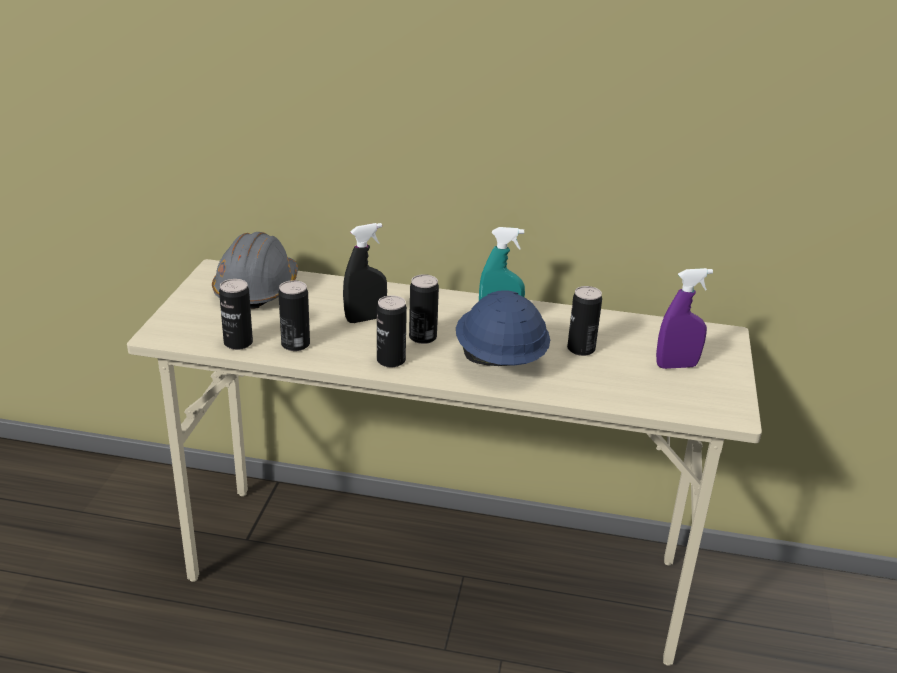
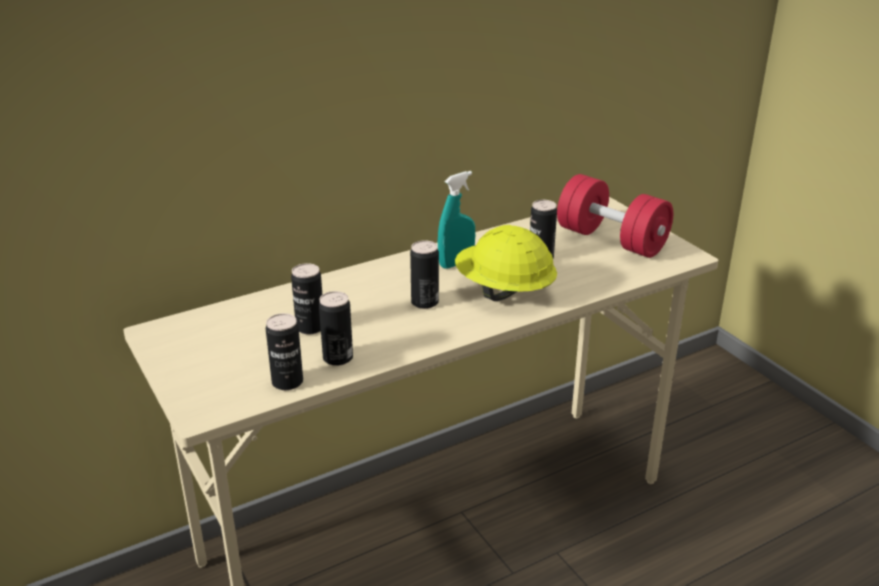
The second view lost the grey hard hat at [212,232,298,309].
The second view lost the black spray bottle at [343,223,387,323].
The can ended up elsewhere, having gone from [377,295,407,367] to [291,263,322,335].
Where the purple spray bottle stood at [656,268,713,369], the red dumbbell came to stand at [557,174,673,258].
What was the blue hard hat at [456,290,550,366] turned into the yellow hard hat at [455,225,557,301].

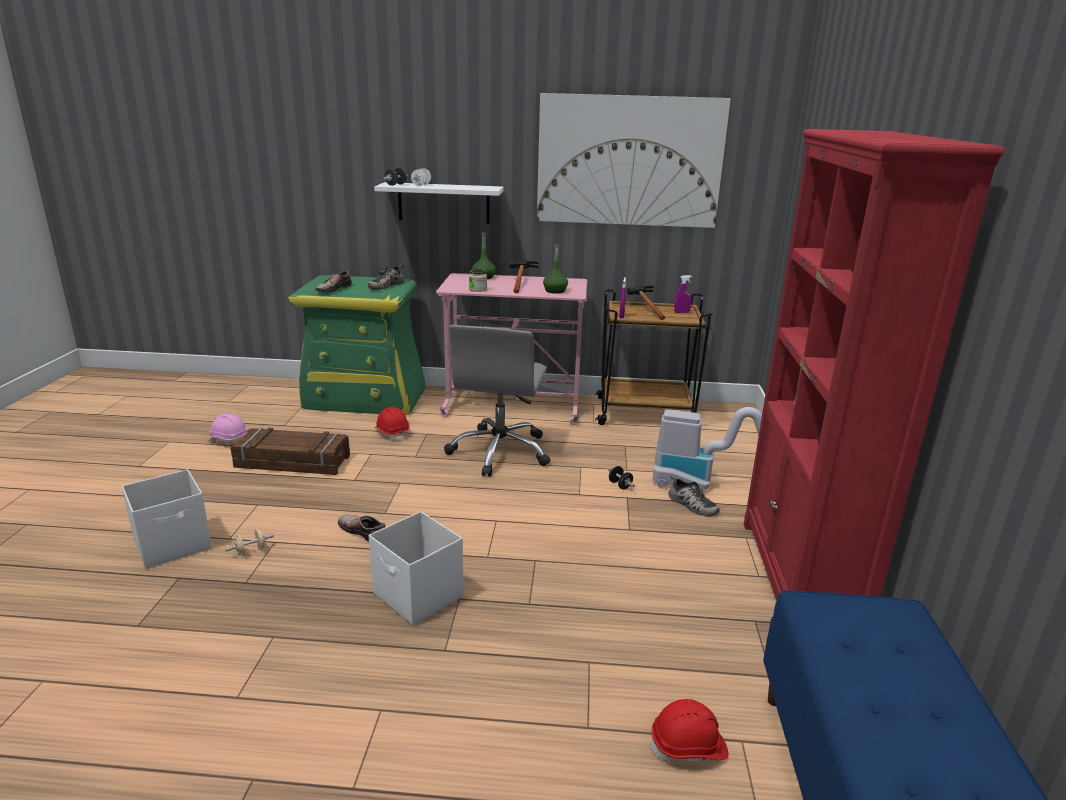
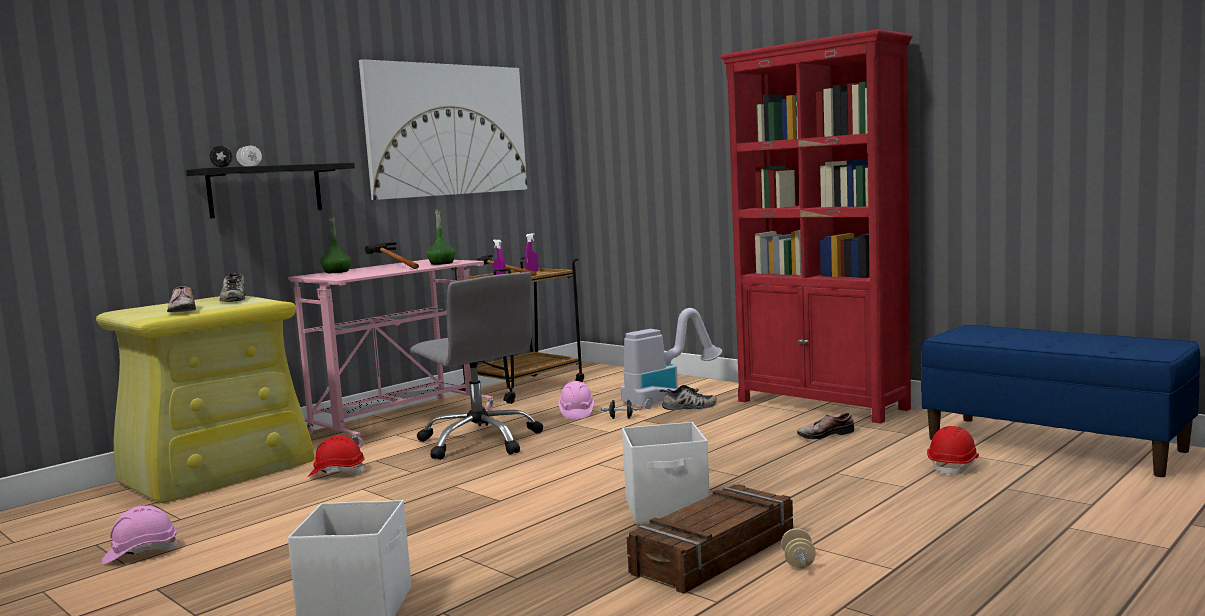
The second view lost the jar at [469,269,487,292].
The second view gained the pink hard hat at [558,381,594,419].
The beige dumbbell ended up elsewhere, having gone from [225,529,274,556] to [781,528,816,568].
The crate ended up elsewhere, having gone from [231,428,350,475] to [627,484,793,594].
The shoe ended up elsewhere, having gone from [338,515,386,542] to [797,412,854,439].
What was the green nightstand at [287,275,426,415] turned into the yellow nightstand at [96,296,315,503].
What was the white shelf at [374,182,504,224] turned into the black shelf at [186,163,355,218].

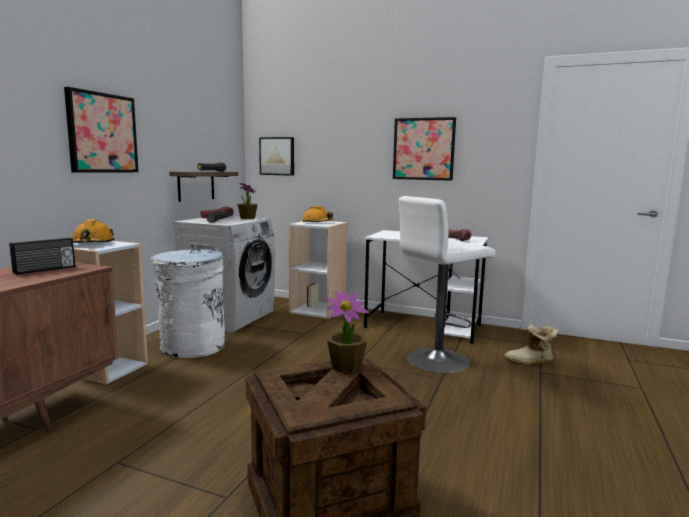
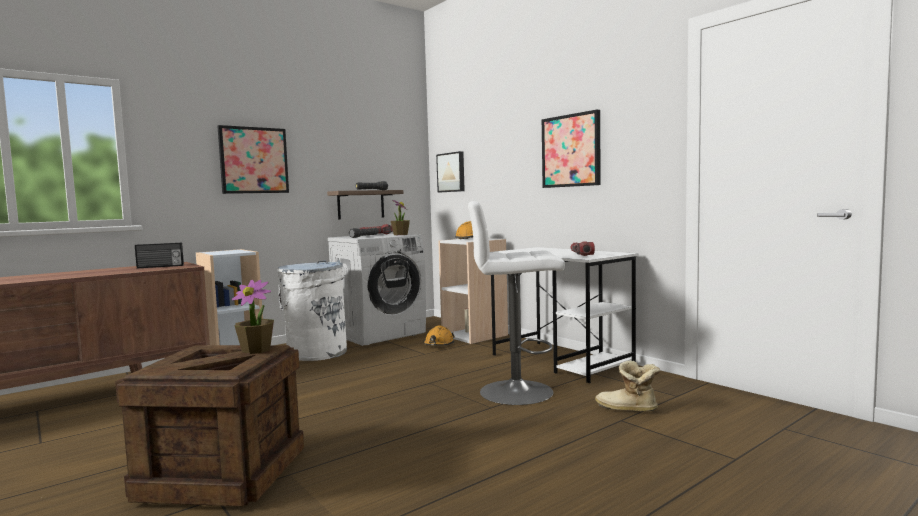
The orange hard hat ended up elsewhere, having gone from [72,219,115,243] to [423,326,455,346].

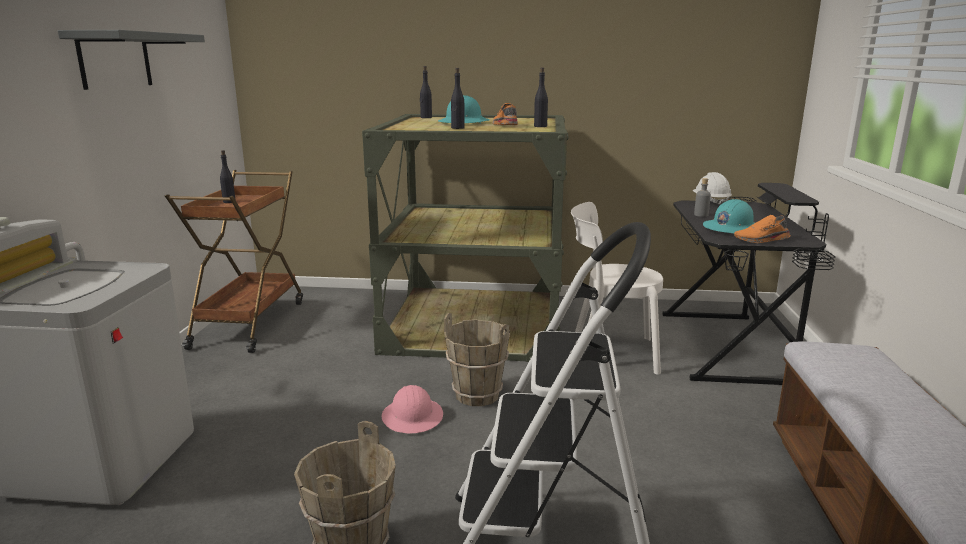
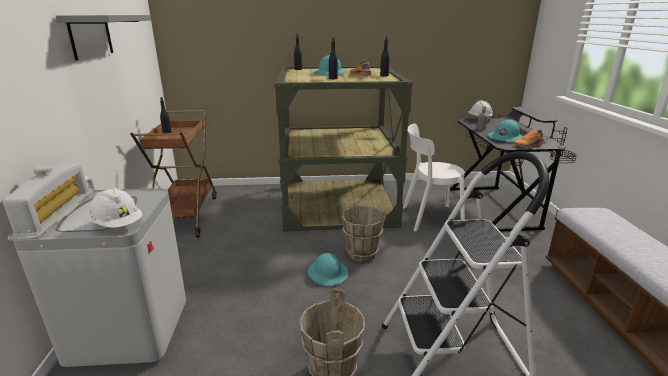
The second view gained the white hard hat at [89,188,142,228].
What was the pink hard hat at [382,385,443,434] turned into the turquoise hard hat at [308,253,348,286].

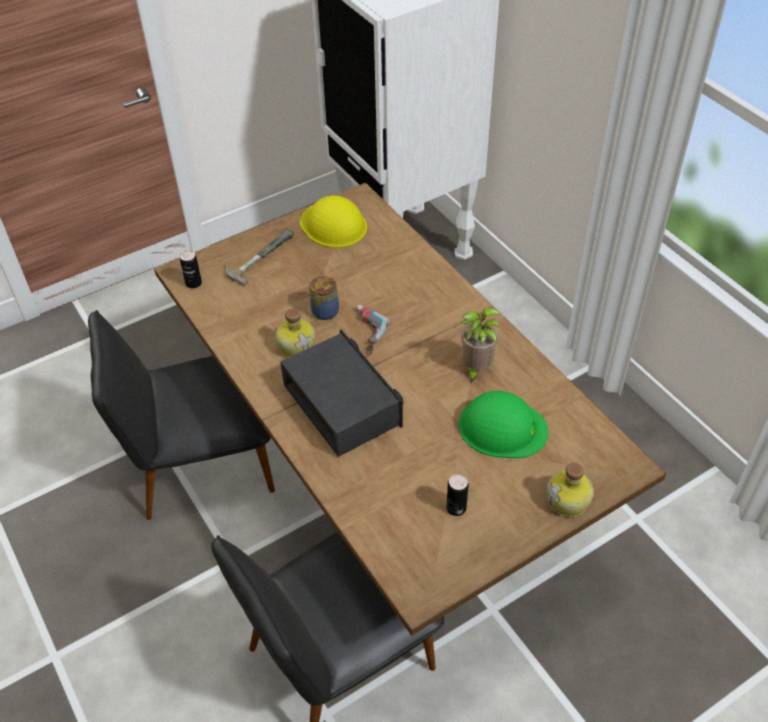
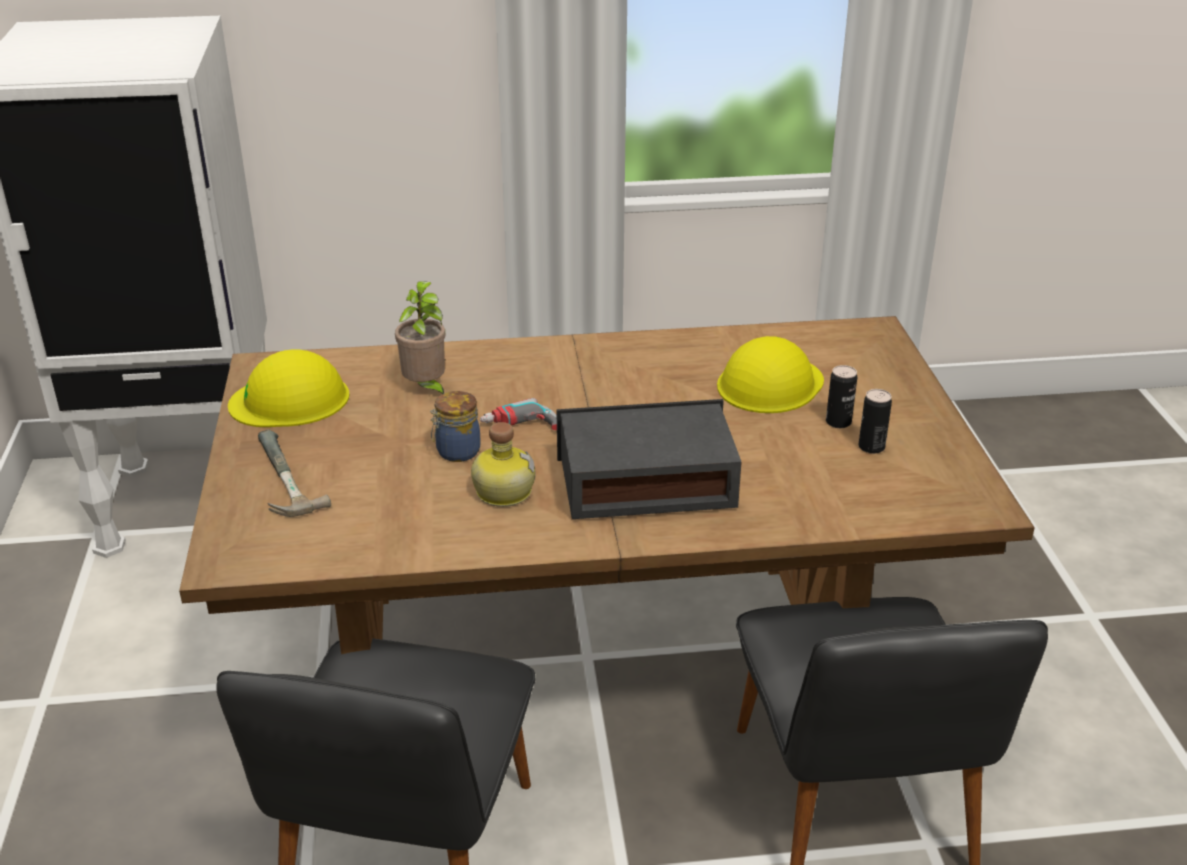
The second view lost the bottle at [547,463,594,517].
The can ended up elsewhere, having gone from [180,250,202,288] to [826,365,857,428].
The potted plant ended up elsewhere, having gone from [461,308,501,383] to [395,281,445,394].
What was the green hard hat at [459,391,548,458] turned into the yellow hard hat at [717,336,824,413].

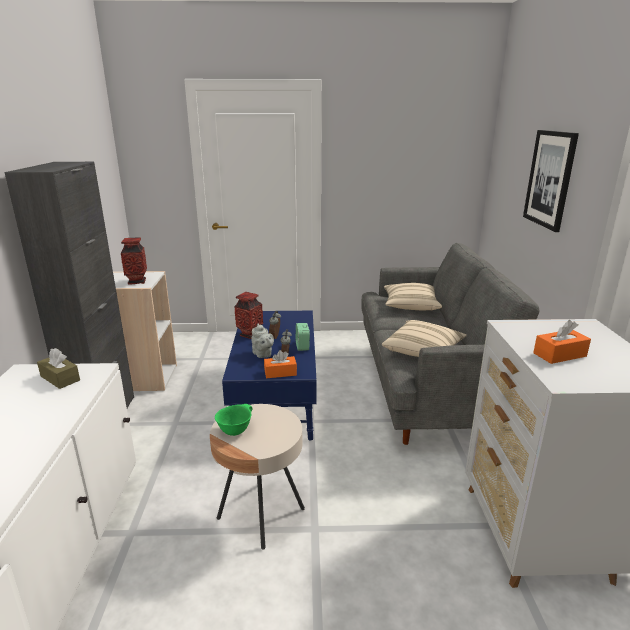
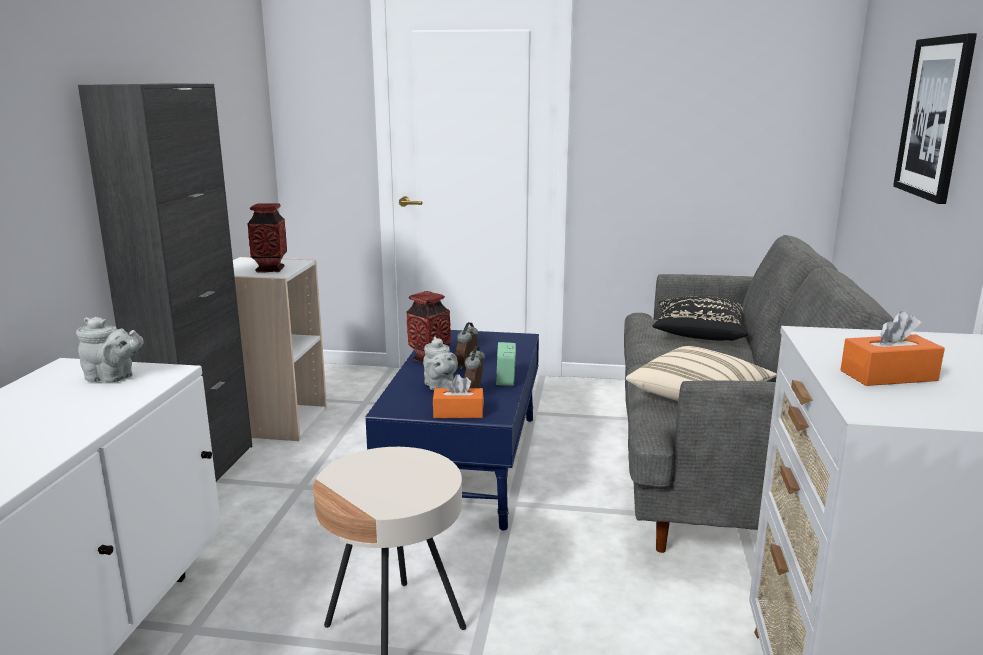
The second view lost the green bowl at [215,404,253,436].
Where the brown tissue box stood at [37,348,80,389], the grey teapot came to stand at [76,317,144,382].
What was the beige pillow at [384,283,442,311] turned into the black pillow at [652,296,748,341].

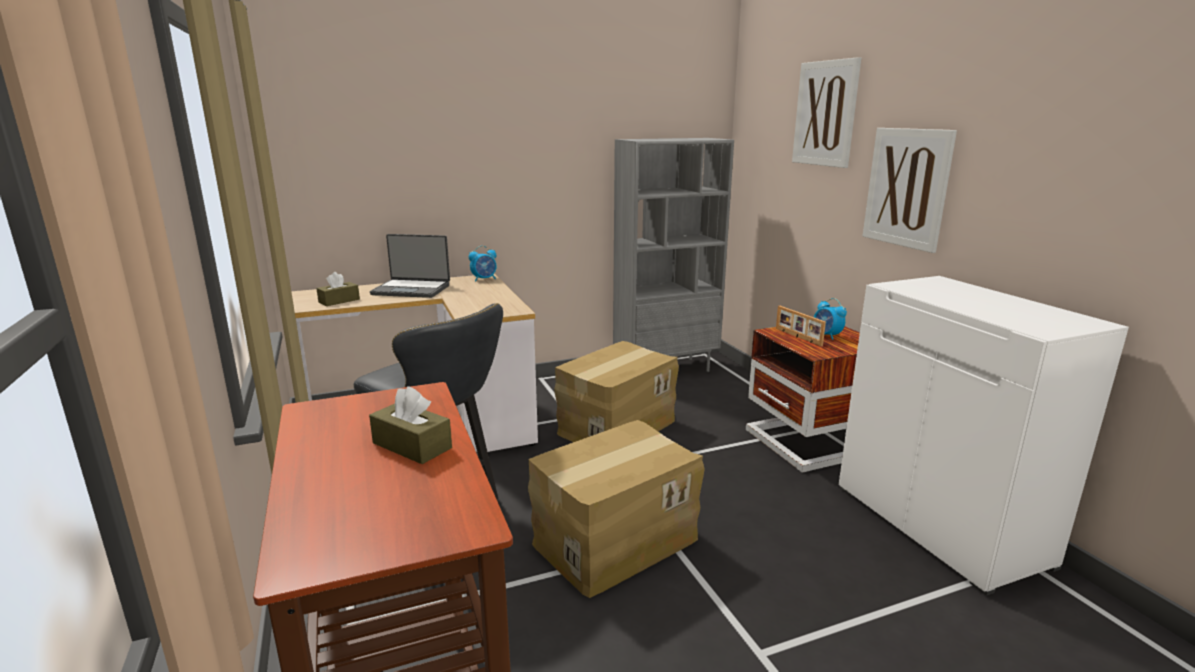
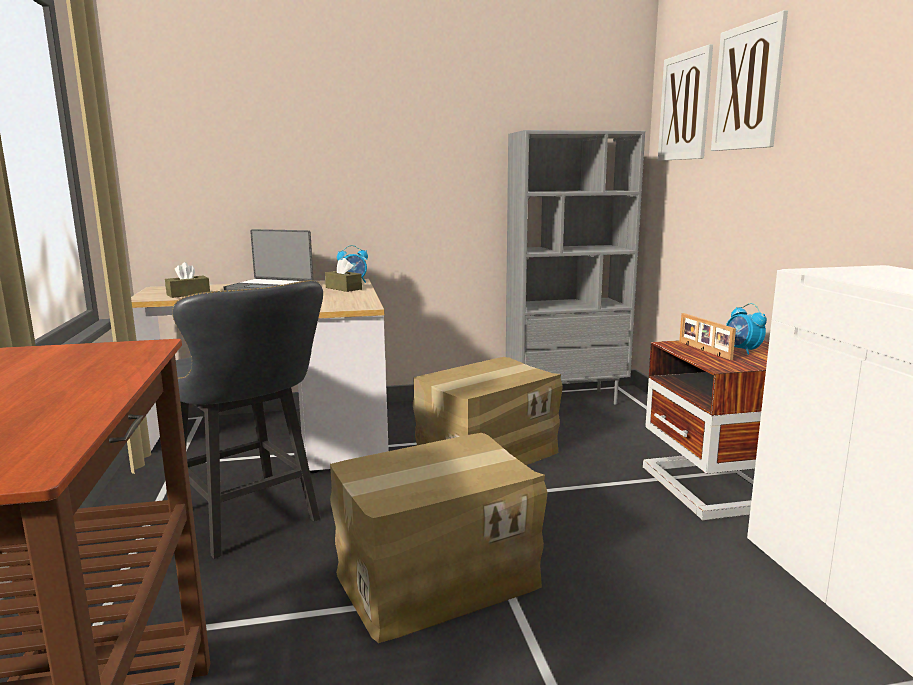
The brown tissue box ended up elsewhere, having gone from [369,386,452,464] to [325,258,362,292].
The picture ended up elsewhere, having gone from [862,128,957,253] to [658,44,713,161].

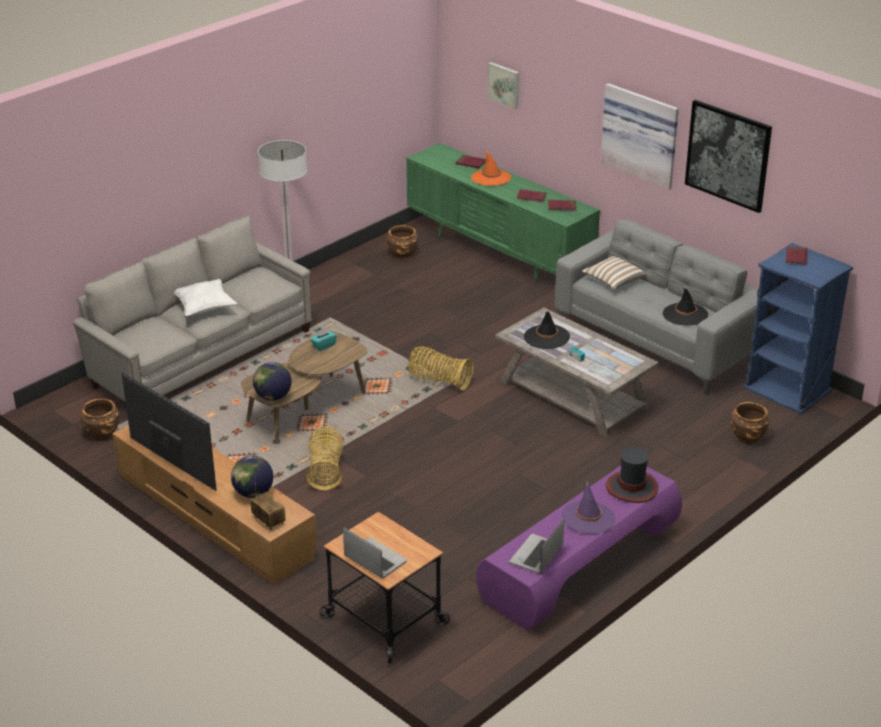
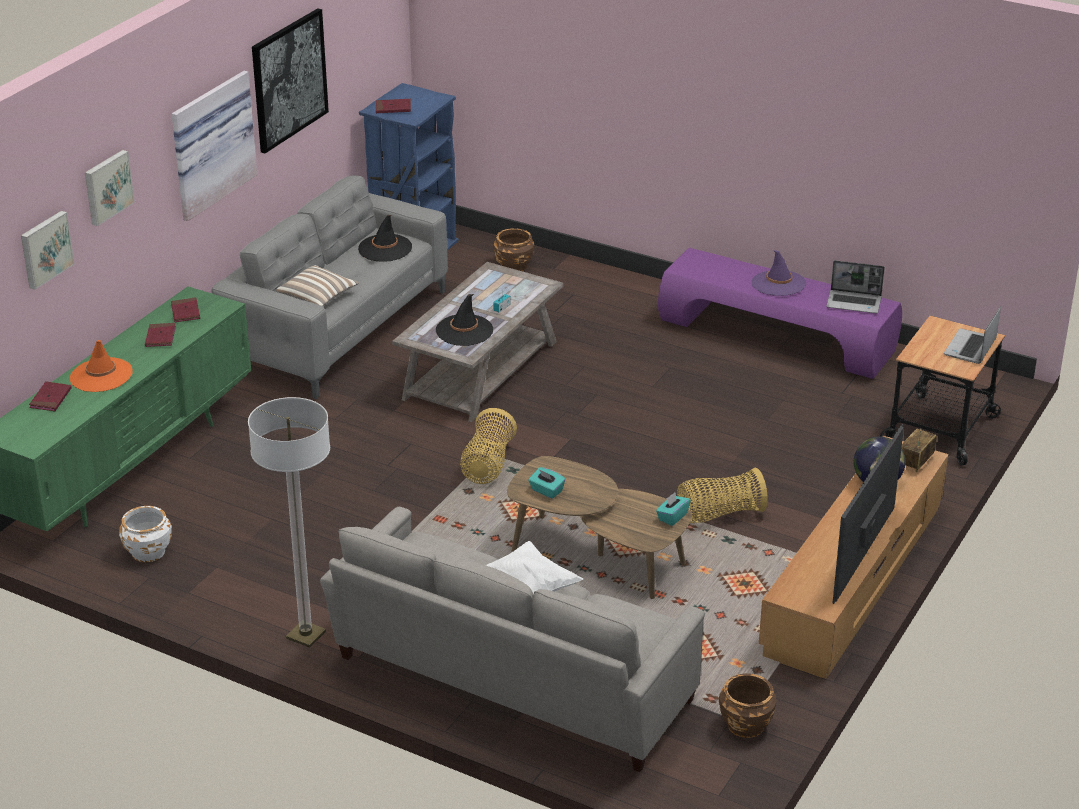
The second view lost the hat at [606,448,658,503].
The second view gained the picture at [85,150,135,226].
Where the globe stood at [253,362,292,401], the turquoise tissue box came to stand at [656,493,691,526].
What was the brown planter at [387,225,418,260] turned into the white planter at [119,506,172,562].

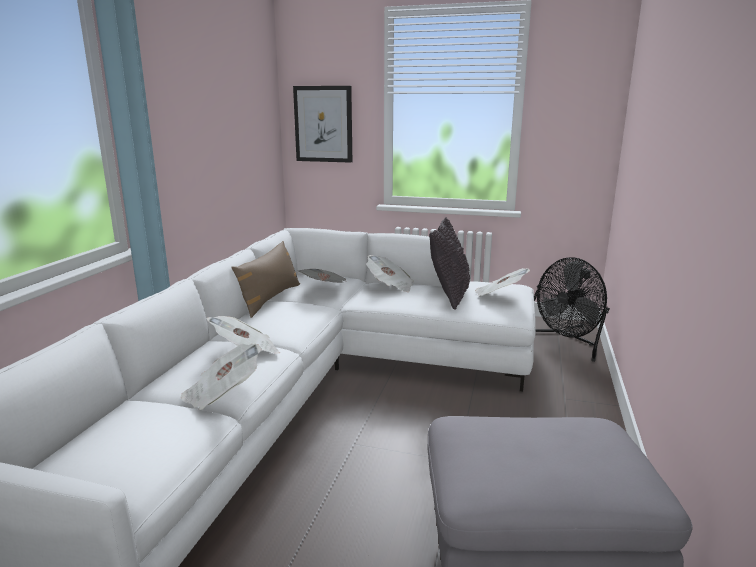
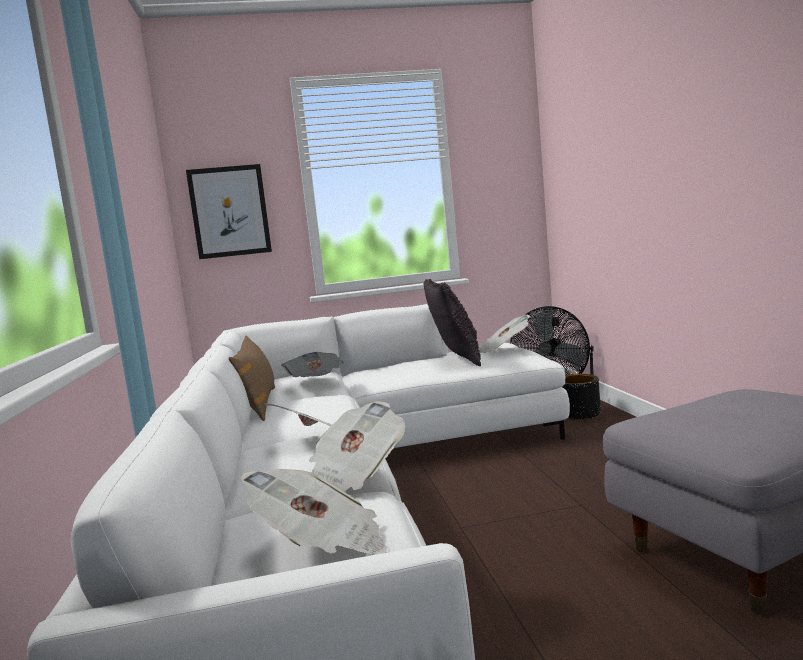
The second view gained the black planter at [562,374,601,420].
The newspaper ended up elsewhere, having gone from [366,255,414,292] to [241,469,388,555].

